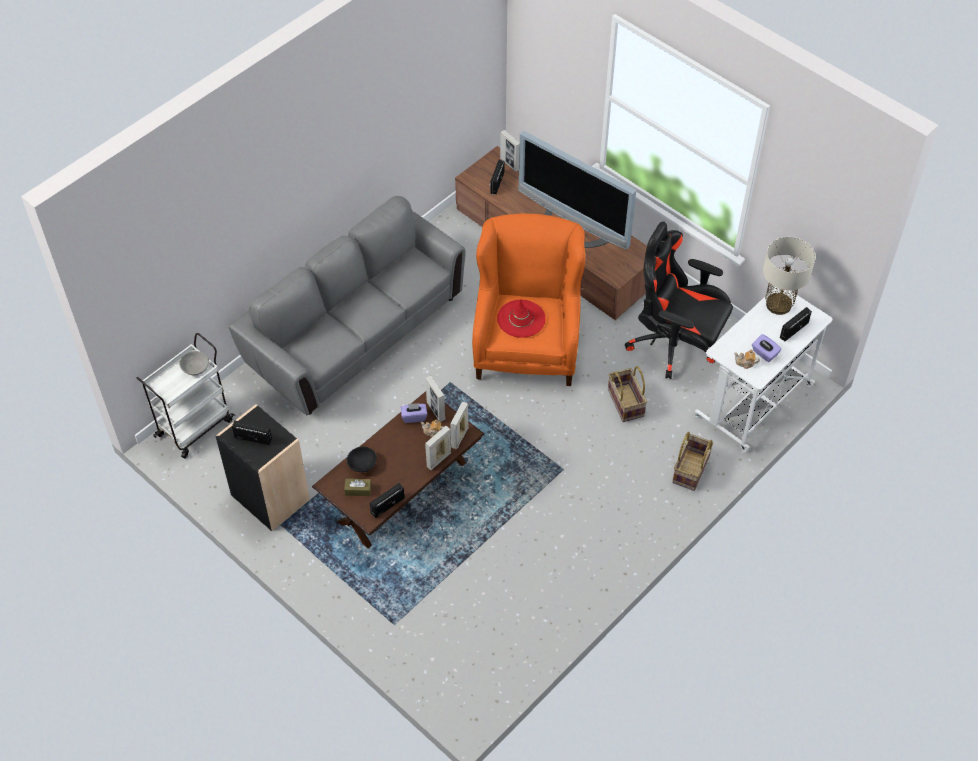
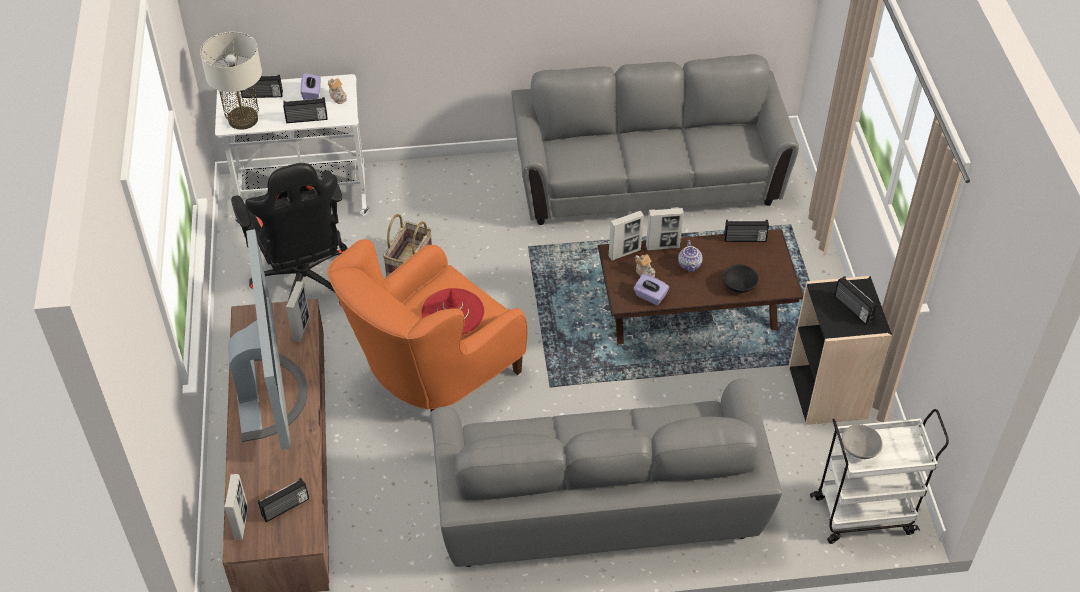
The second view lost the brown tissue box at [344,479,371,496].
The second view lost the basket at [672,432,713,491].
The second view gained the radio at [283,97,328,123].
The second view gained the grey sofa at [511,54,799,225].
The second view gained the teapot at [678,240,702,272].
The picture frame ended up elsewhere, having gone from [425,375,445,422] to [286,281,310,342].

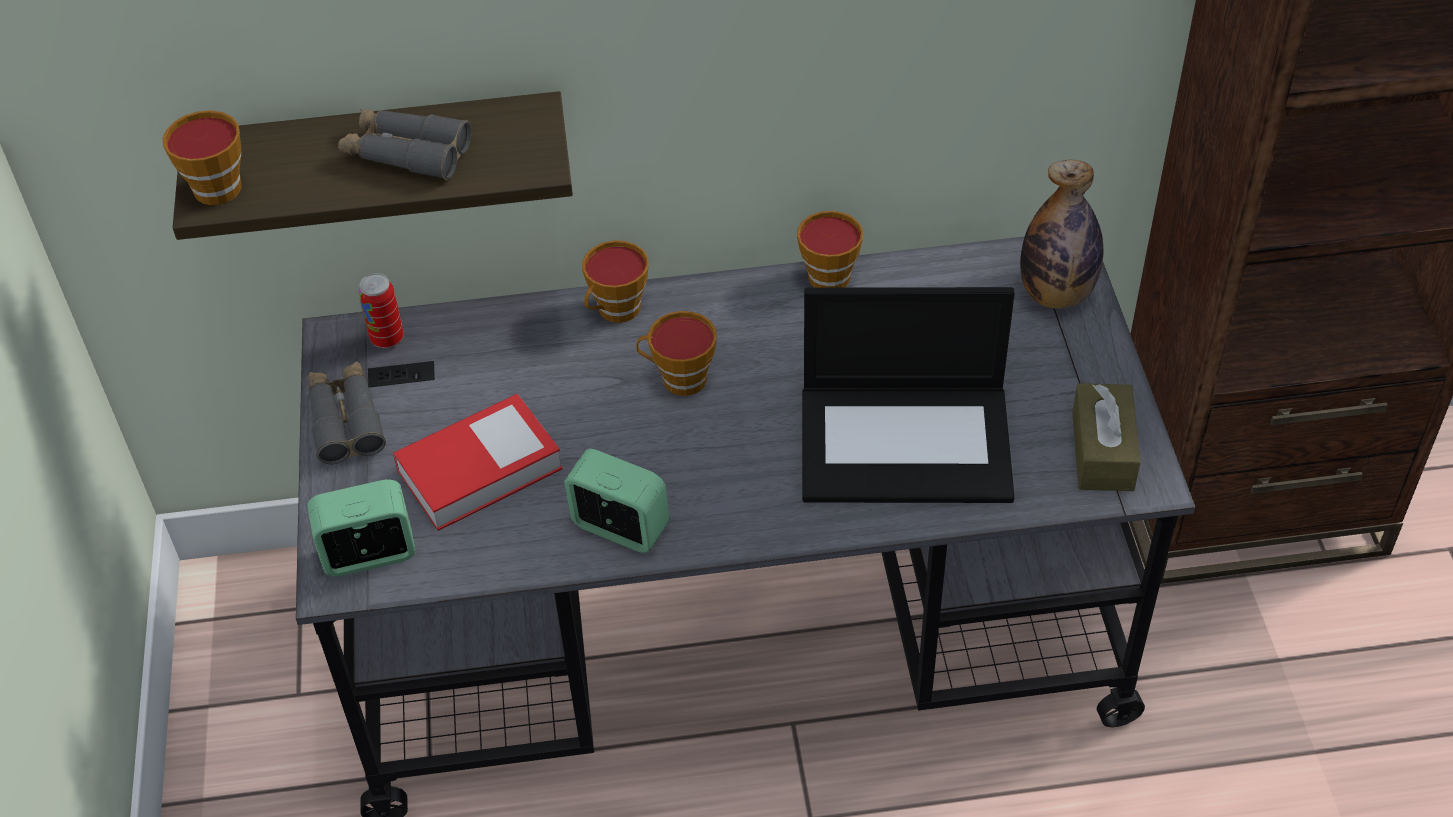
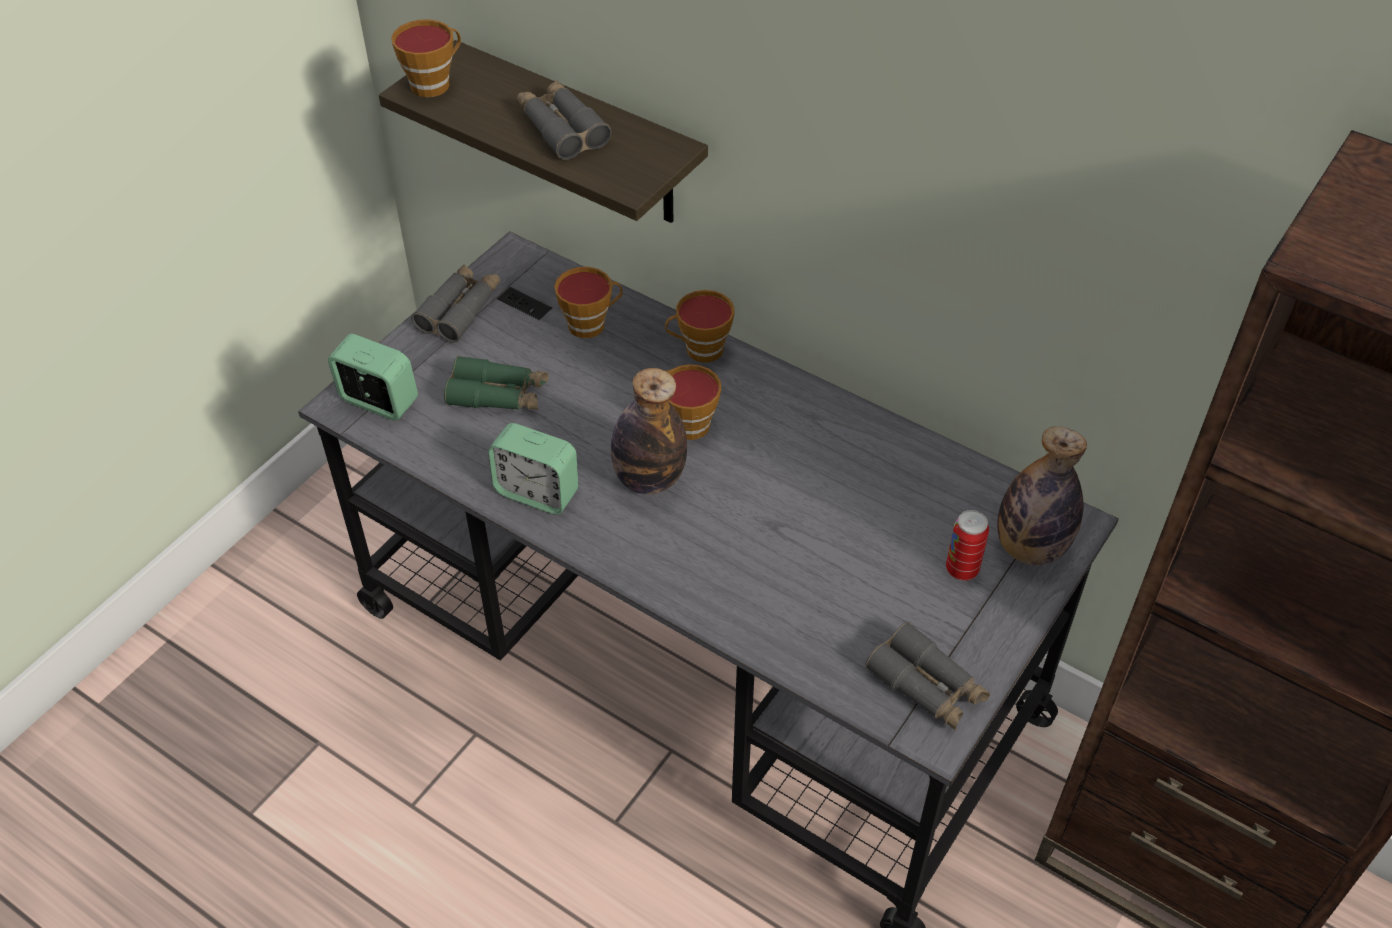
The second view lost the laptop at [802,287,1015,503].
The second view gained the bottle at [611,368,687,495].
The can ended up elsewhere, having gone from [358,273,404,348] to [946,510,989,581].
The cup ended up elsewhere, having gone from [797,211,863,288] to [554,267,623,338].
Where the book stood at [393,394,563,531], the green binoculars came to stand at [444,356,549,410].
Where the brown tissue box stood at [1072,383,1141,491], the grey binoculars came to stand at [865,622,990,731].
The alarm clock at [564,449,669,553] ended up facing another way, 135 degrees clockwise from before.

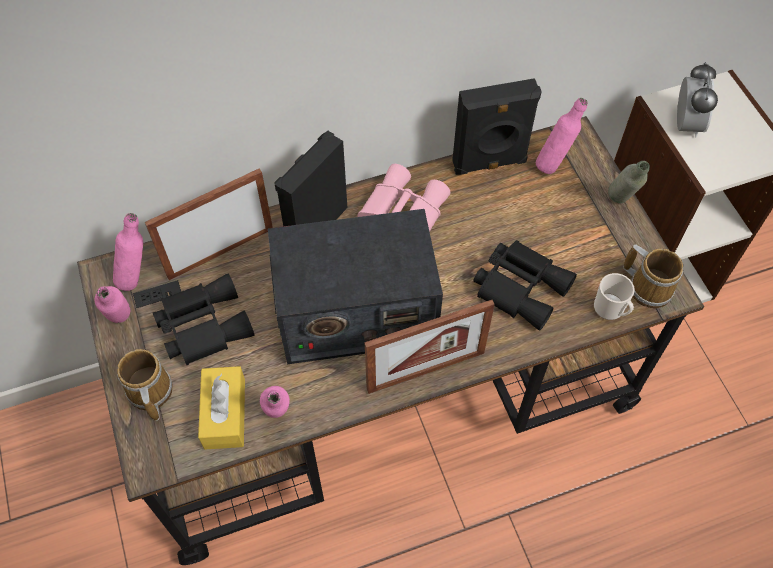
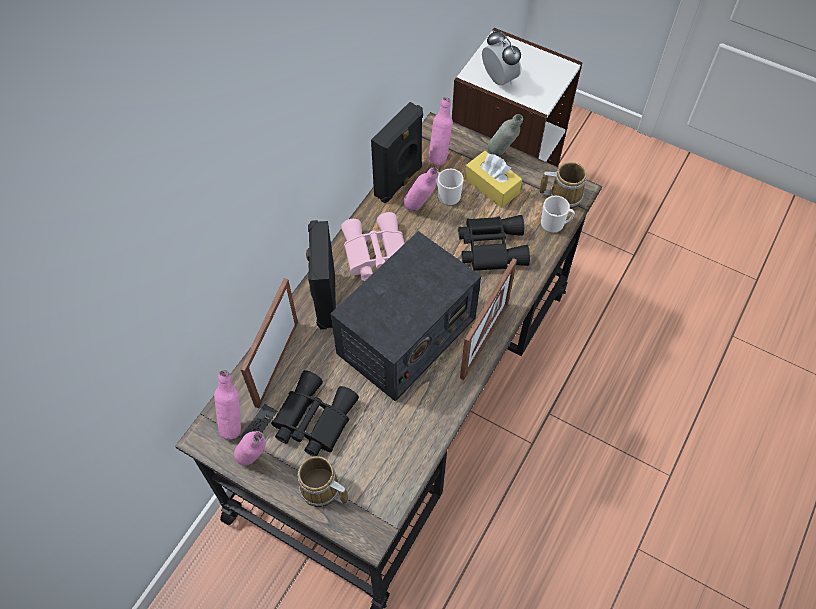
The second view gained the mug at [436,169,463,206].
The yellow tissue box ended up elsewhere, having gone from [198,366,245,449] to [465,151,522,208].
The pink bottle ended up elsewhere, having gone from [260,386,290,418] to [404,167,439,212].

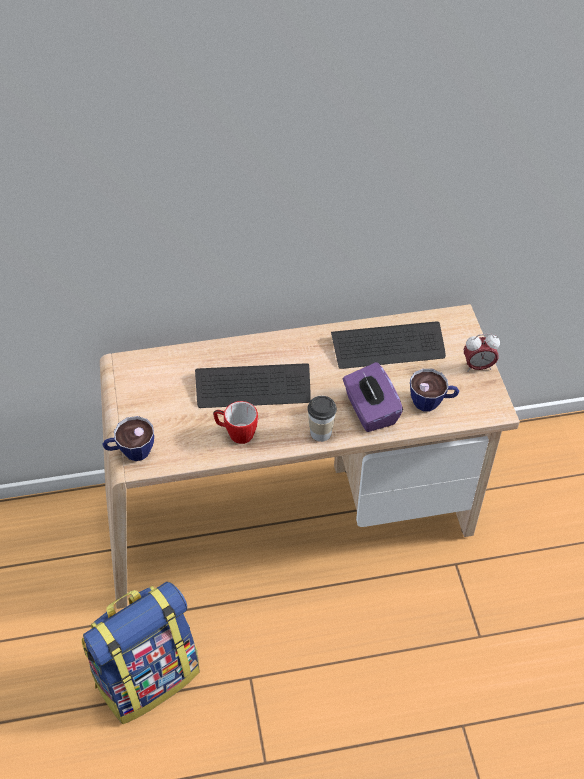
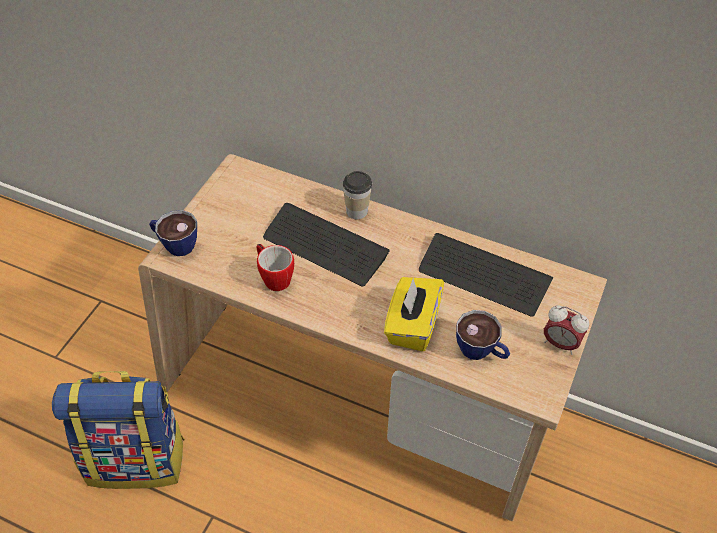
The cup ended up elsewhere, having gone from [307,396,337,442] to [343,171,372,219].
What was the purple tissue box at [343,362,403,432] turned into the yellow tissue box at [384,277,444,351].

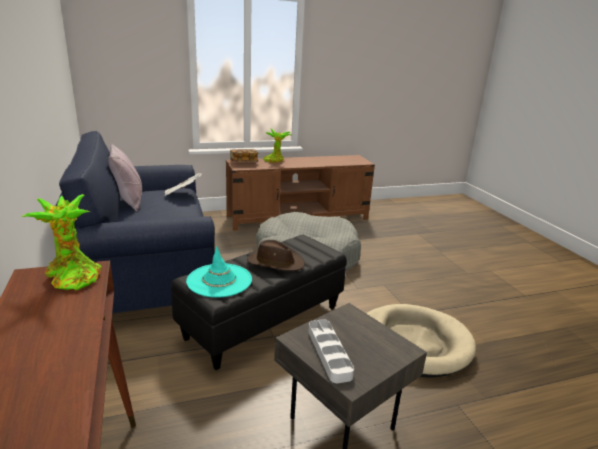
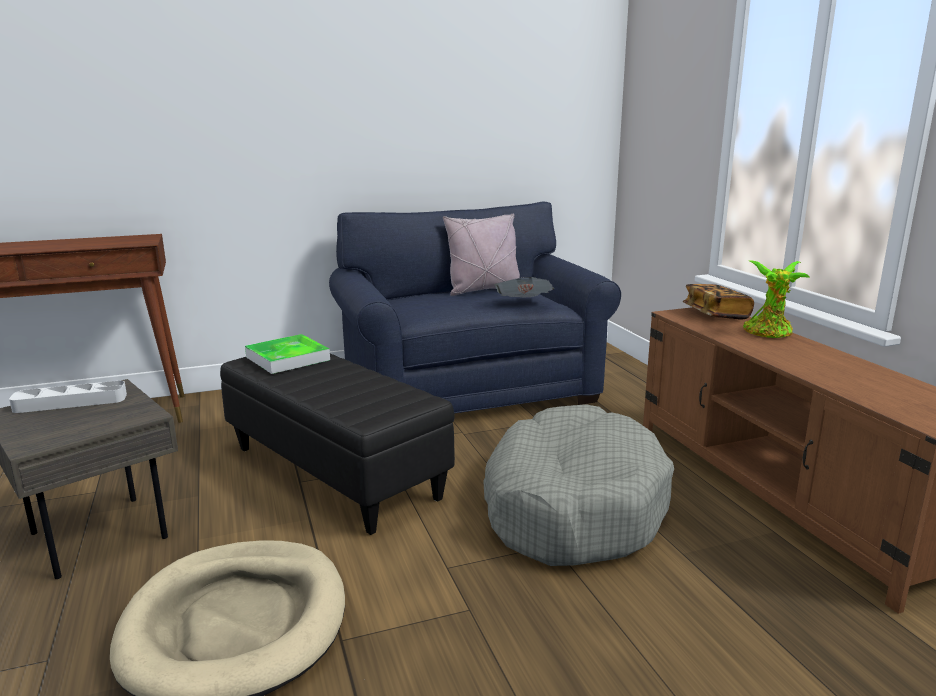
The second view lost the potted plant at [21,194,102,290].
The second view lost the brown hat at [247,240,305,271].
Where the turquoise hat stood at [186,246,252,298], the tray came to stand at [245,334,330,374].

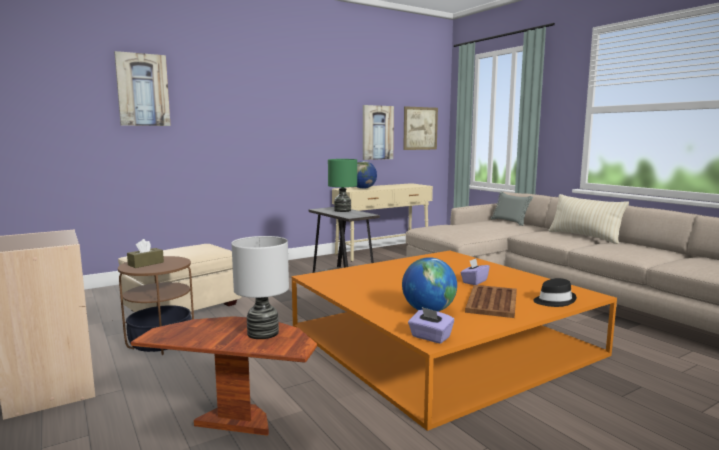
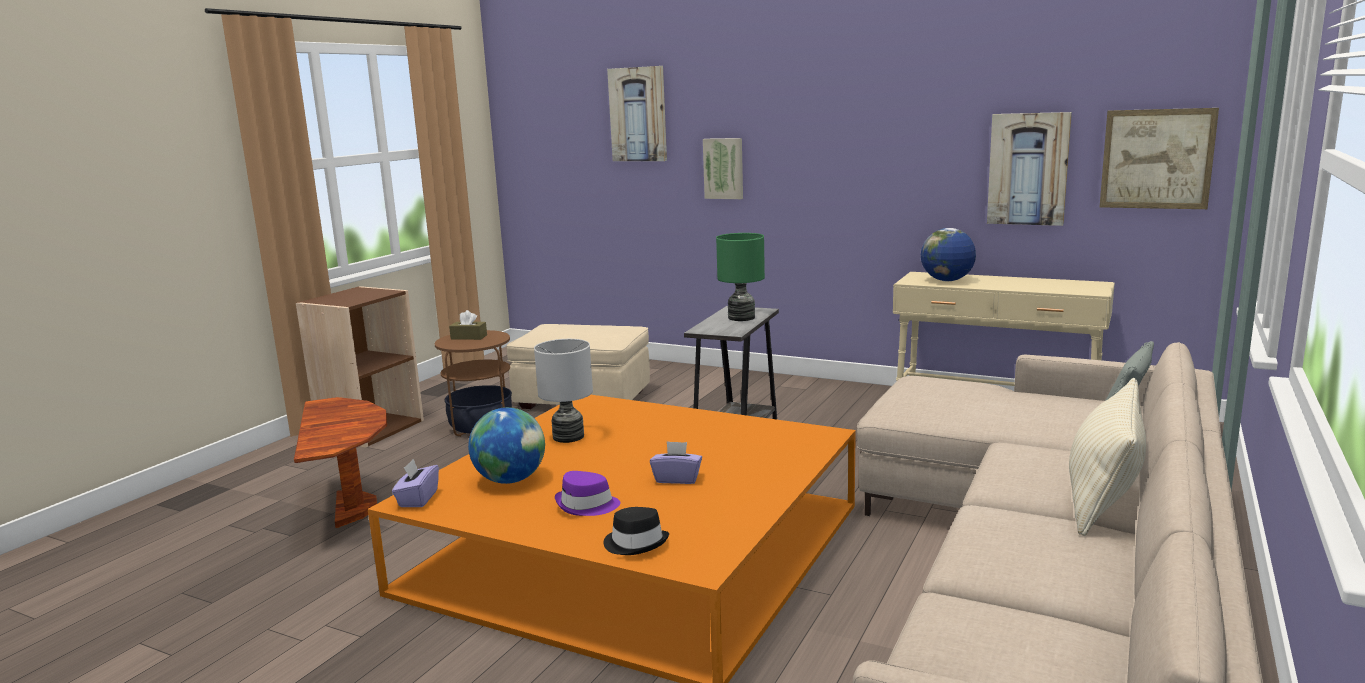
The second view gained the picture at [703,138,743,199].
The grey table lamp ended up elsewhere, having gone from [231,236,289,339] to [534,339,593,443].
Where the brown tray stood at [465,285,517,318], the purple hat came to stand at [555,471,620,516].

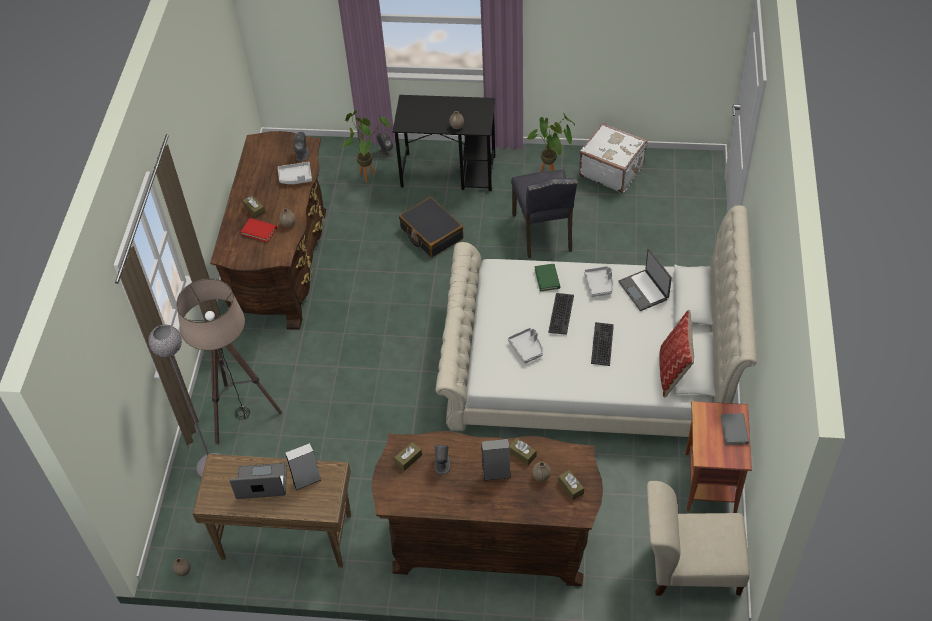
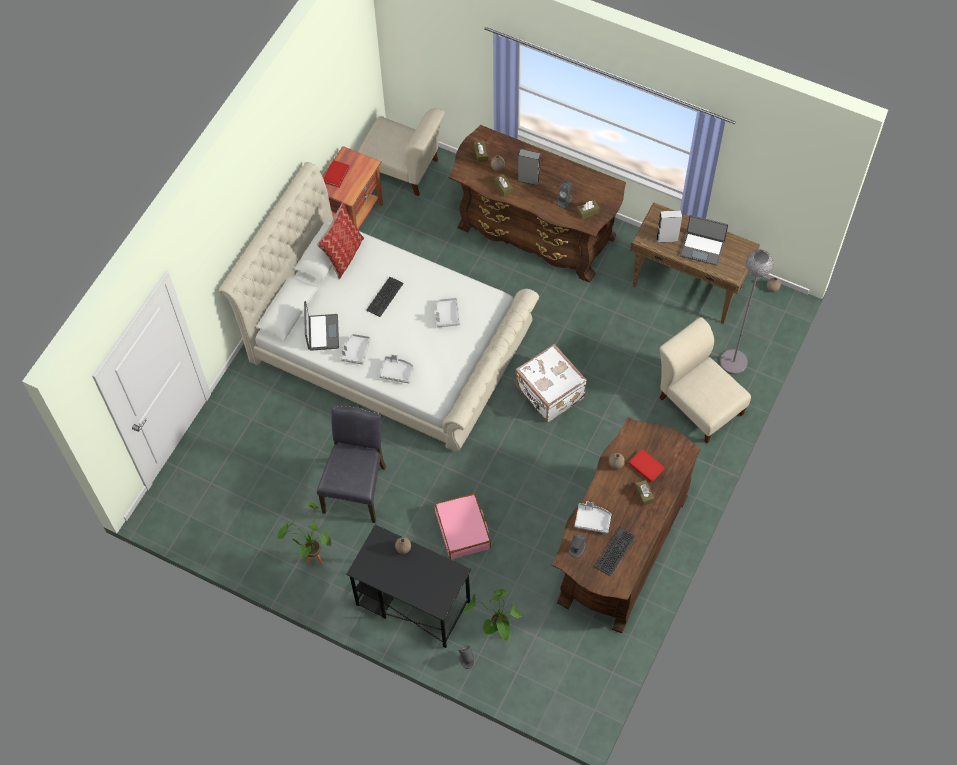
The keyboard ended up elsewhere, having gone from [548,293,574,335] to [595,527,636,576].
The white suitcase ended up elsewhere, having gone from [579,123,648,193] to [515,344,587,422].
Where the floor lamp stood at [176,278,282,445], the beige chair came to stand at [659,317,751,443].
Where the green book stood at [535,264,560,292], the grey tray came to stand at [379,354,414,383].
What was the black suitcase at [399,197,463,258] turned into the pink suitcase at [434,493,491,559].
What was the grey book at [721,413,749,445] turned into the red book at [323,160,350,187].

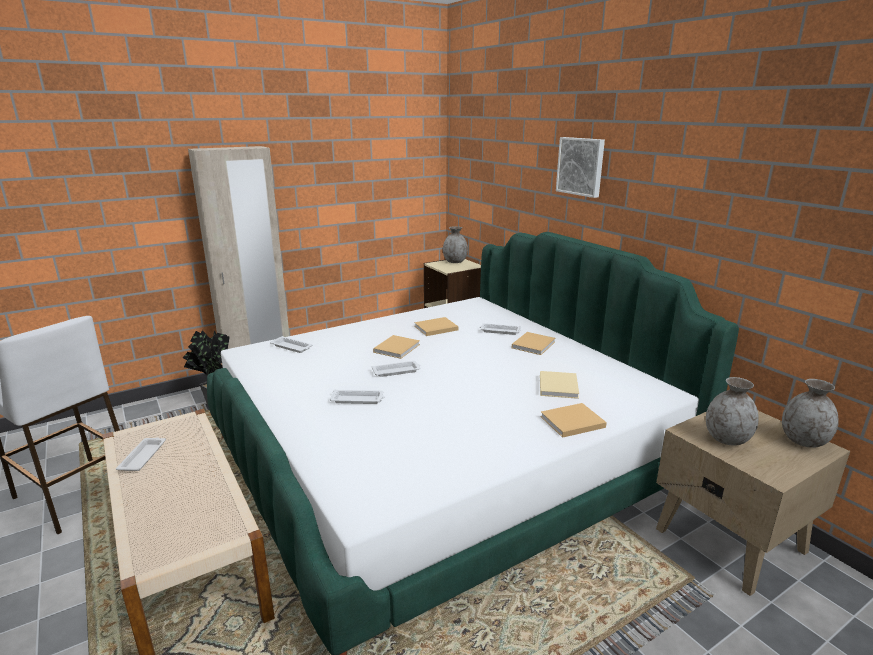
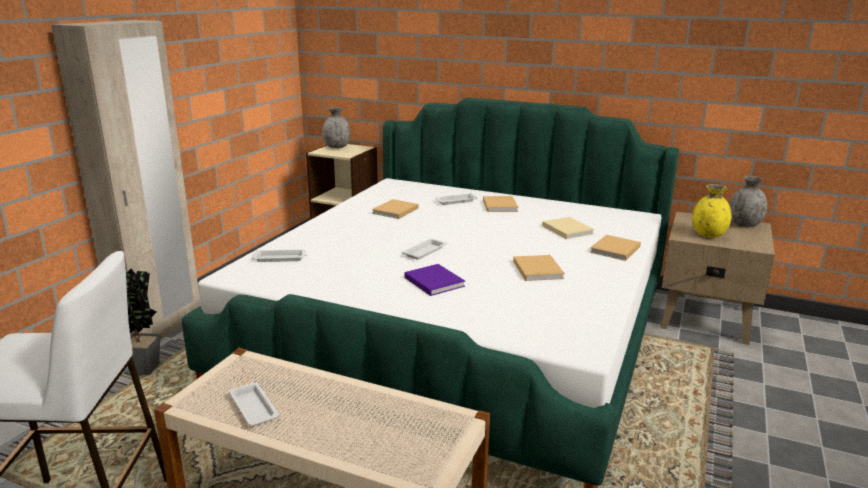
The second view lost the picture at [556,137,605,198].
The beige book ended up elsewhere, having gone from [373,335,420,359] to [513,255,565,281].
Where the white tray stood at [330,389,385,404], the purple book came to stand at [404,264,465,296].
What was the grey vase at [706,377,759,446] turned into the yellow vase at [692,184,732,238].

